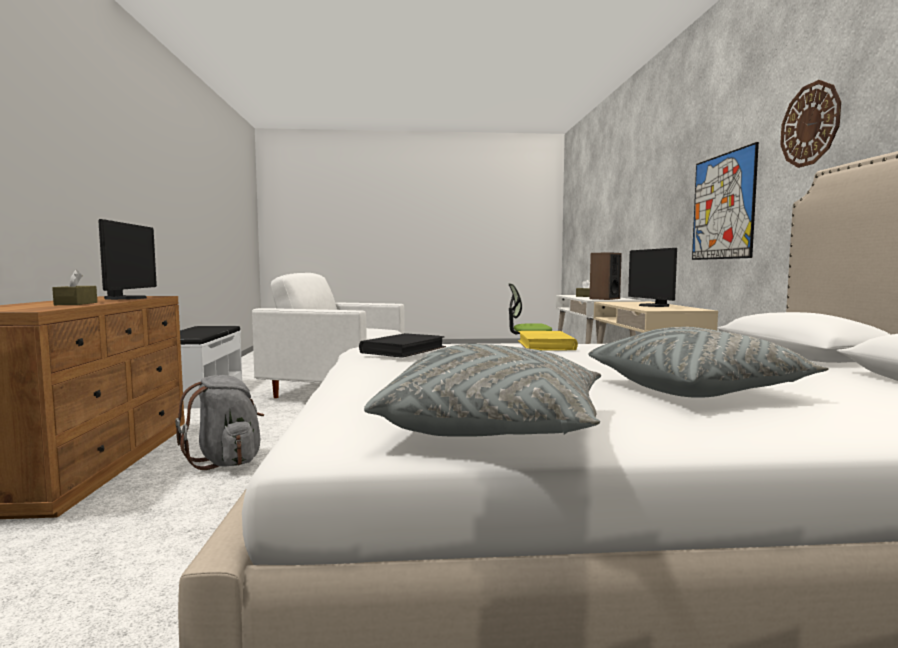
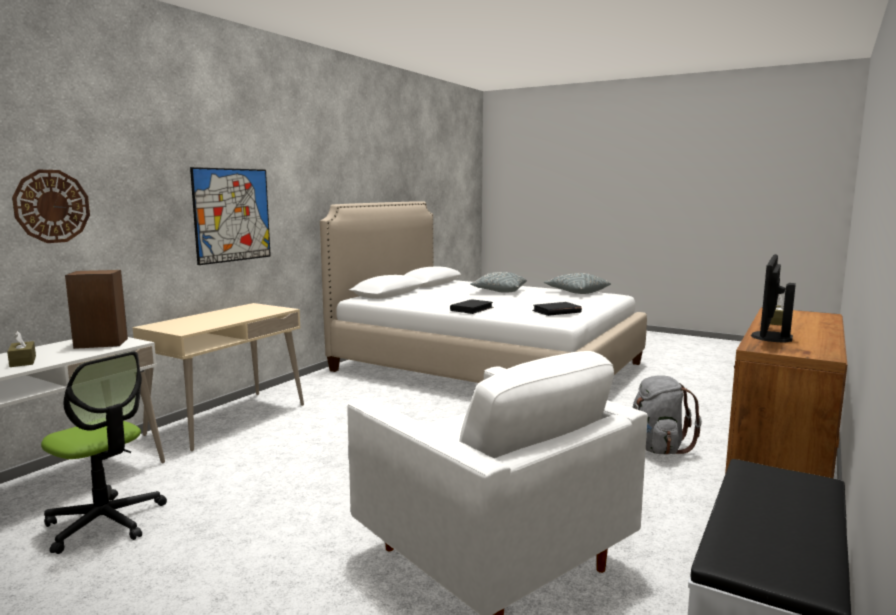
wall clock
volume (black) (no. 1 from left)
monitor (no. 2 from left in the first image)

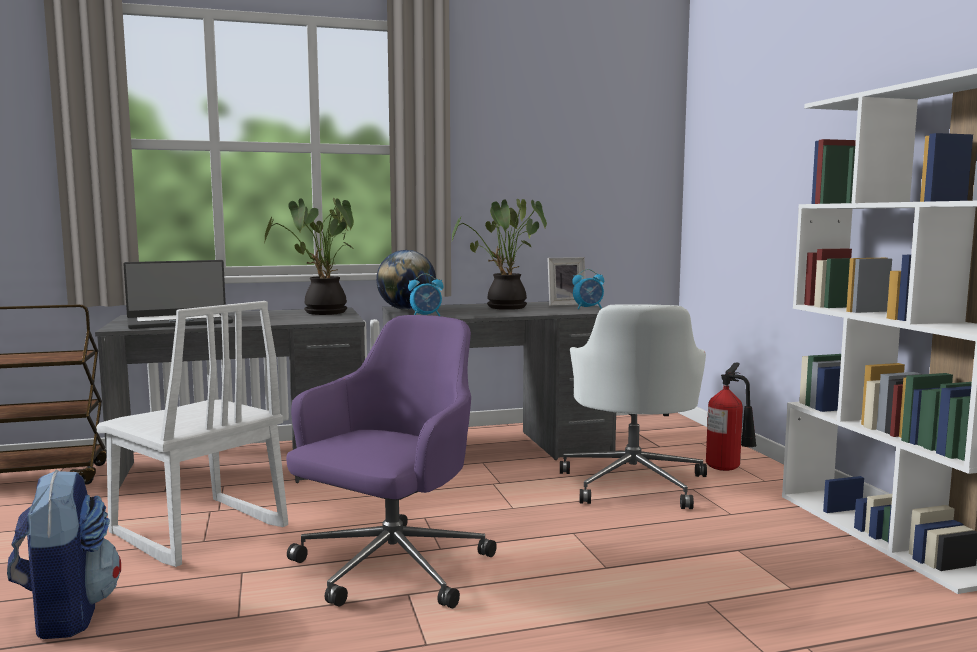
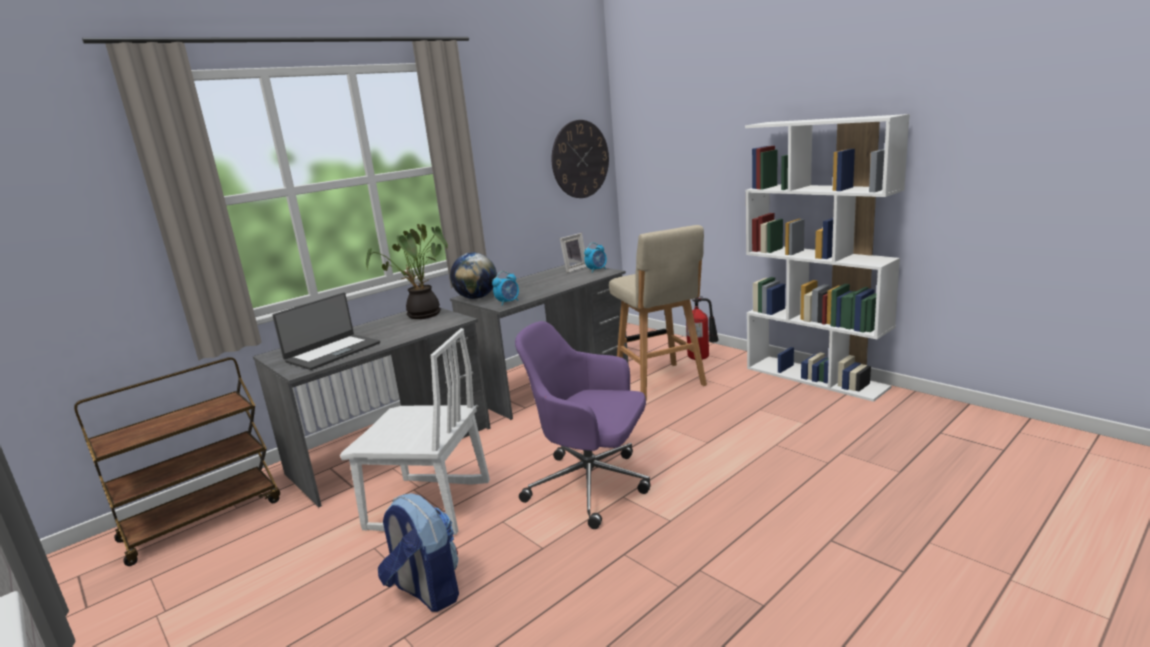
computer chair (purplish)
wall clock
stool (beige-coloured)
plant in a pot (no. 2 from left in the first image)

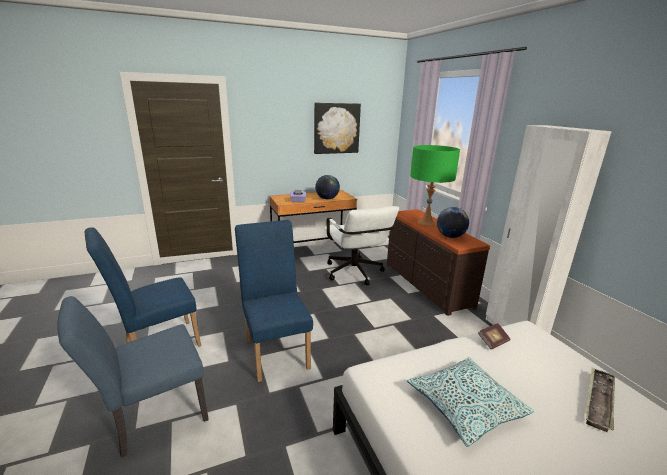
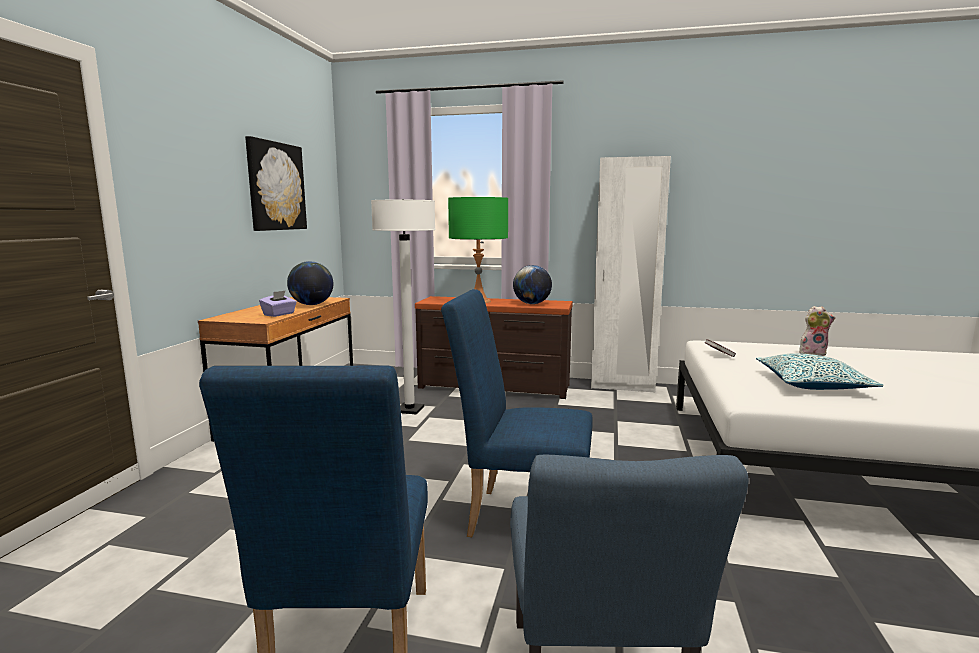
floor lamp (white)
plush toy

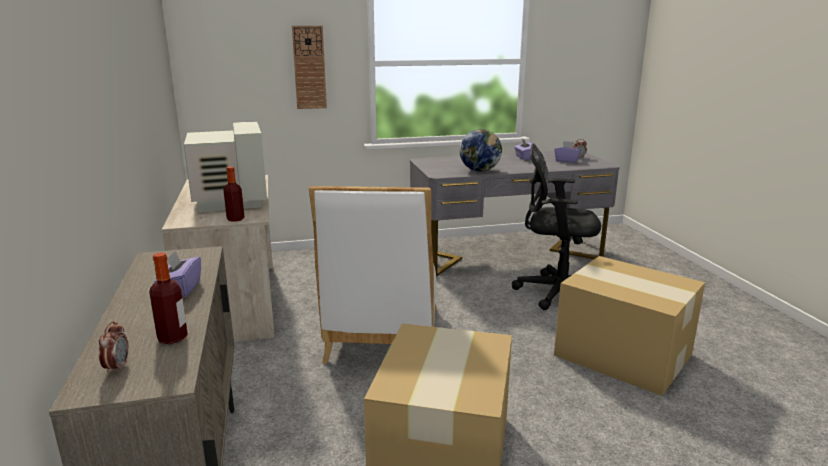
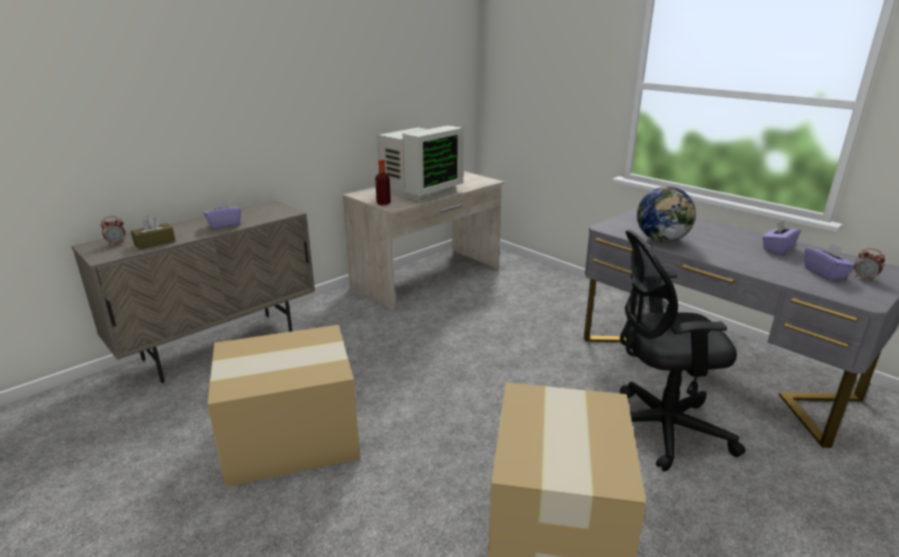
box of tissues (brown-coloured)
computer chair (black)
wall clock
plain chair (white)

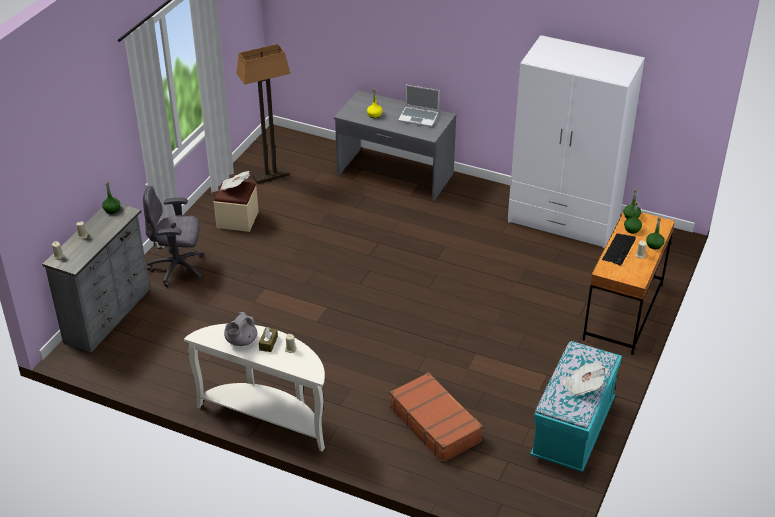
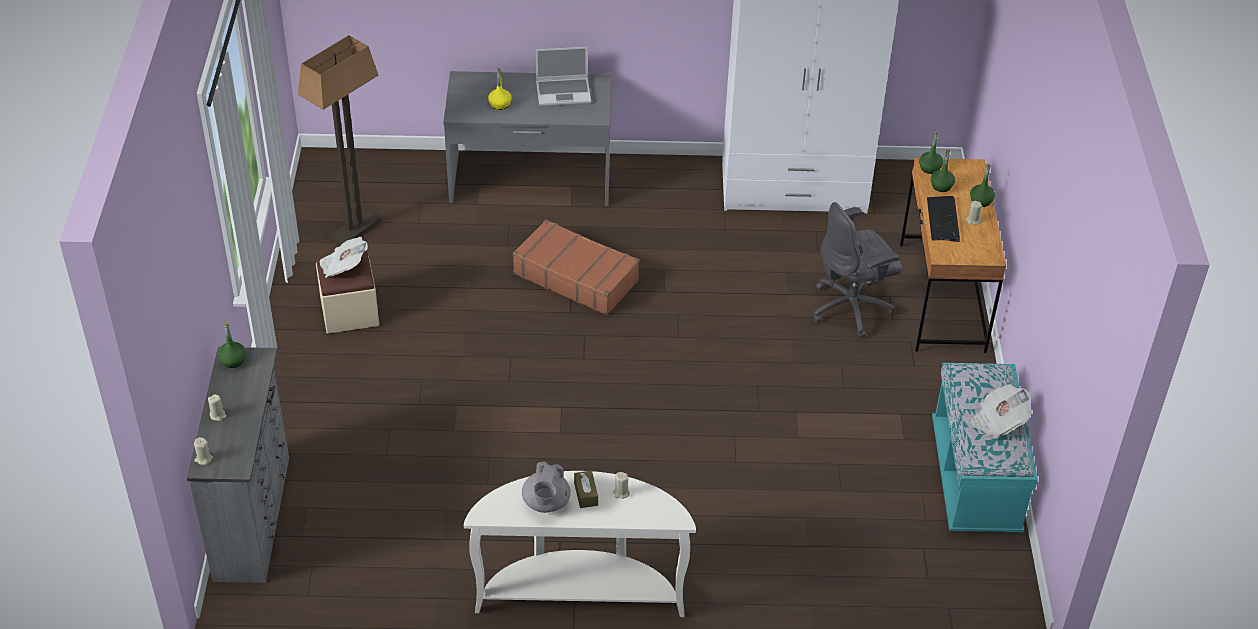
piece of luggage (brown-coloured)
computer chair (gray)

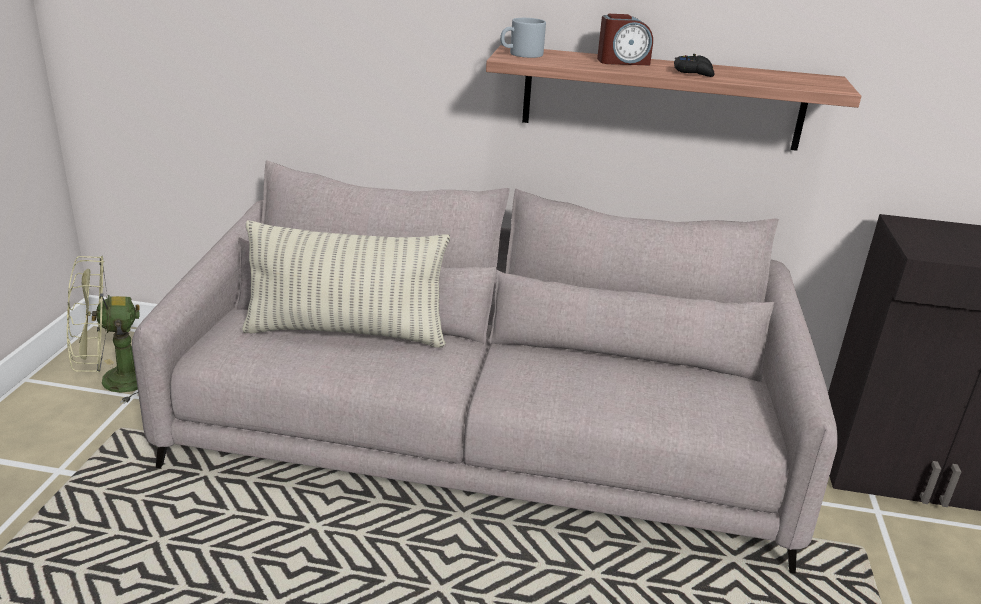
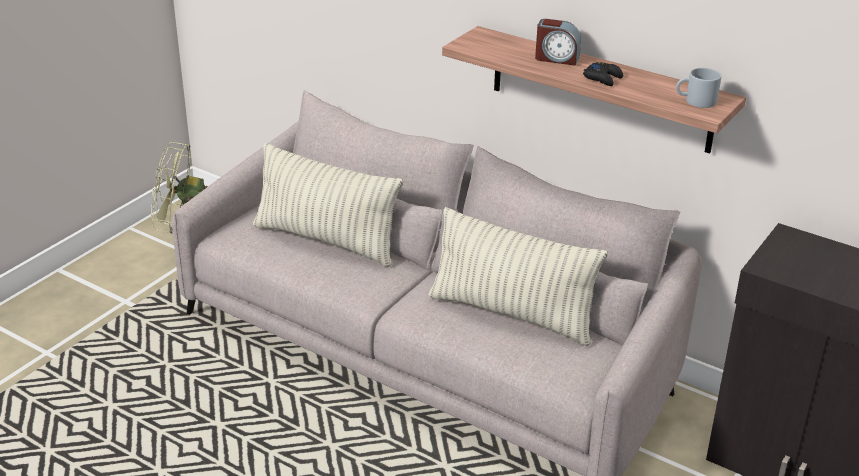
cushion (no. 2 from left)
mug (gray)

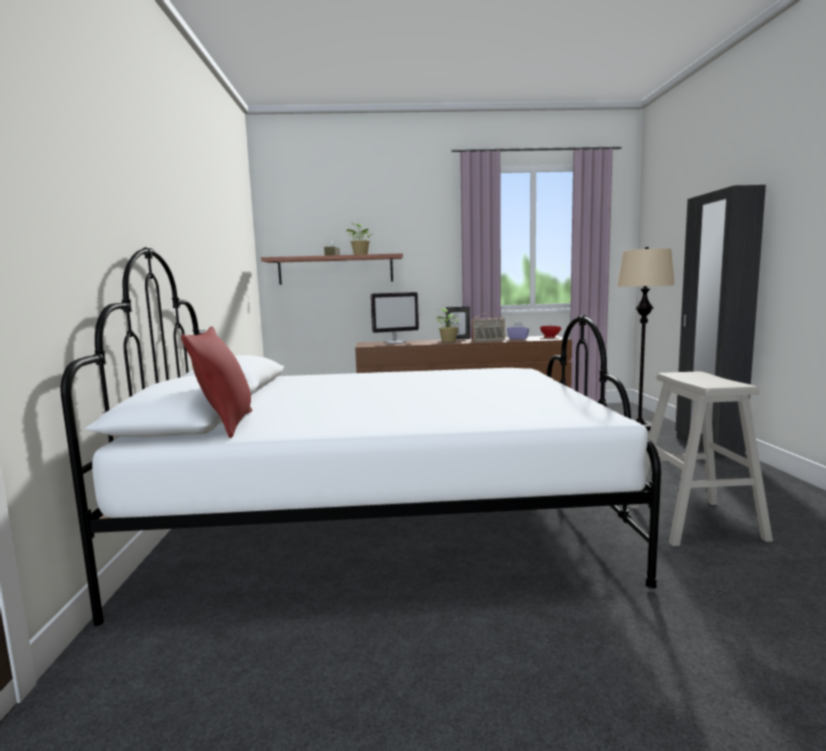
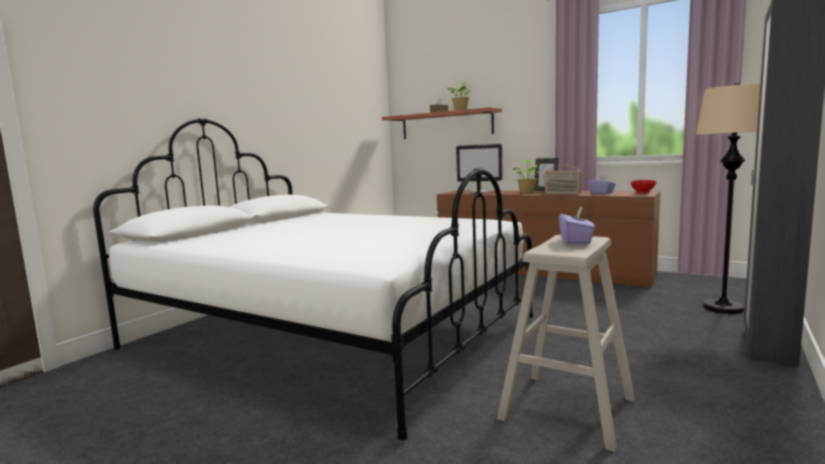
box of tissues (purplish) (no. 1 from left)
cushion (red)

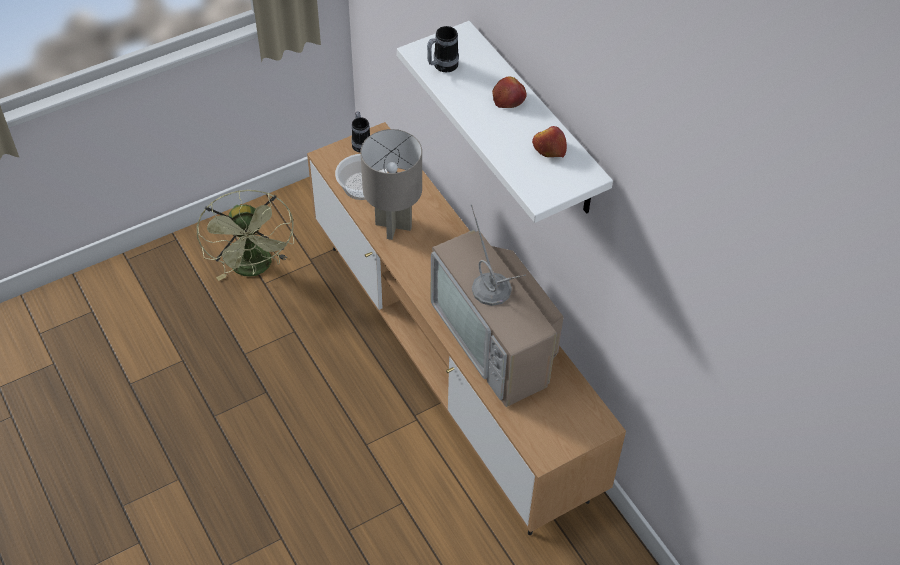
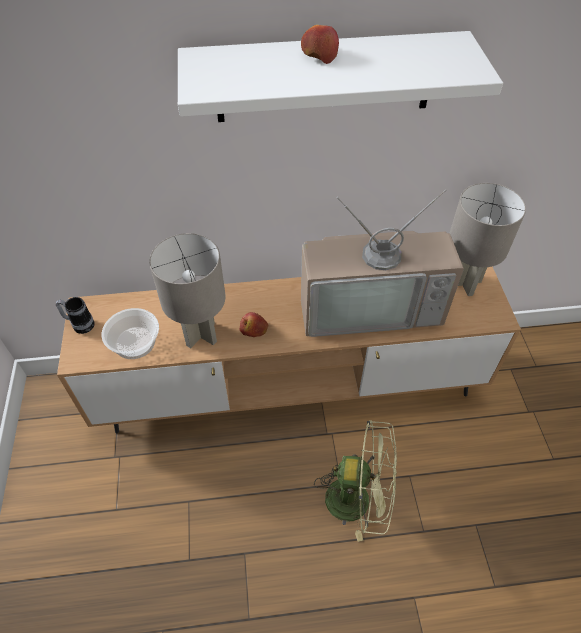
whole apple (no. 1 from left)
cooling fan (greenish)
table lamp (gray) (no. 2 from left)
mug (no. 2 from left in the first image)

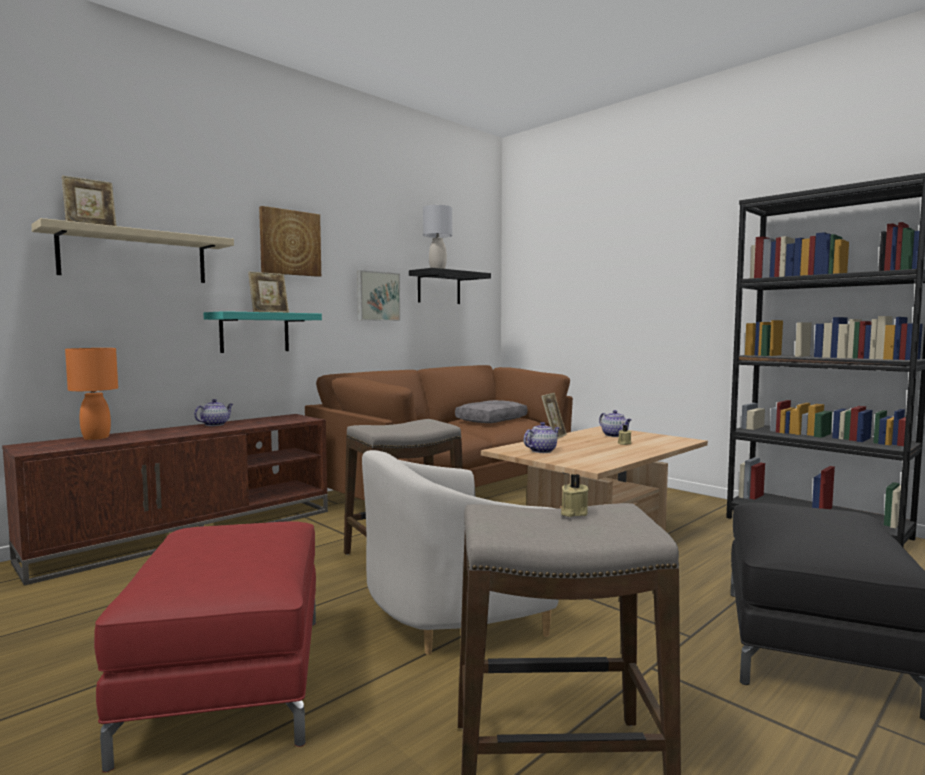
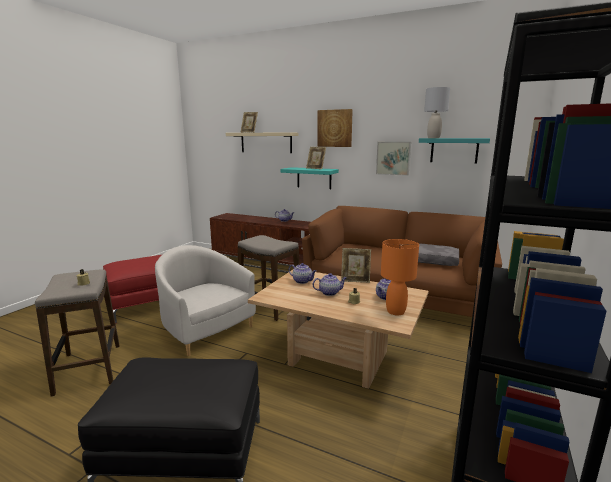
pot for tea (no. 3 from left)
table lamp (orangey)
bracket shelf (turquoise) (no. 2 from left)

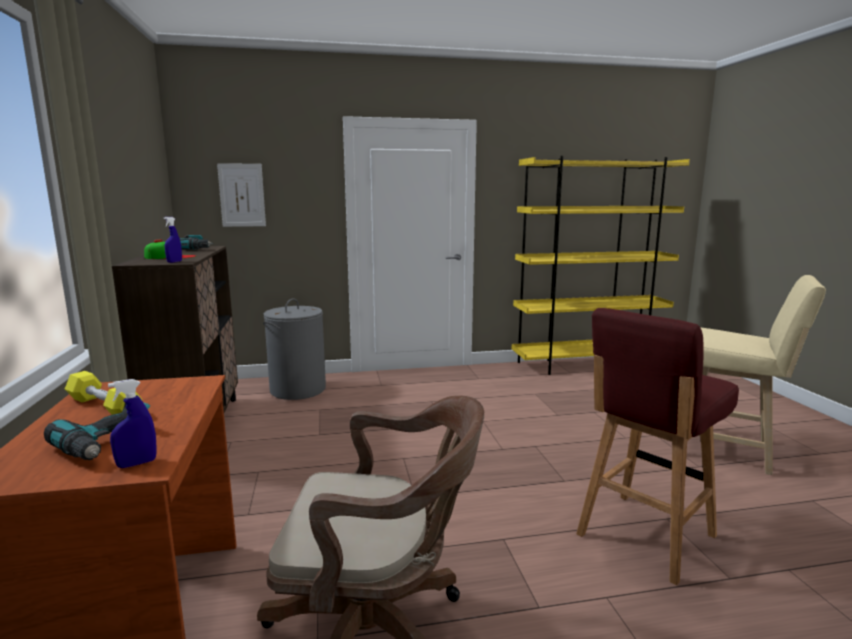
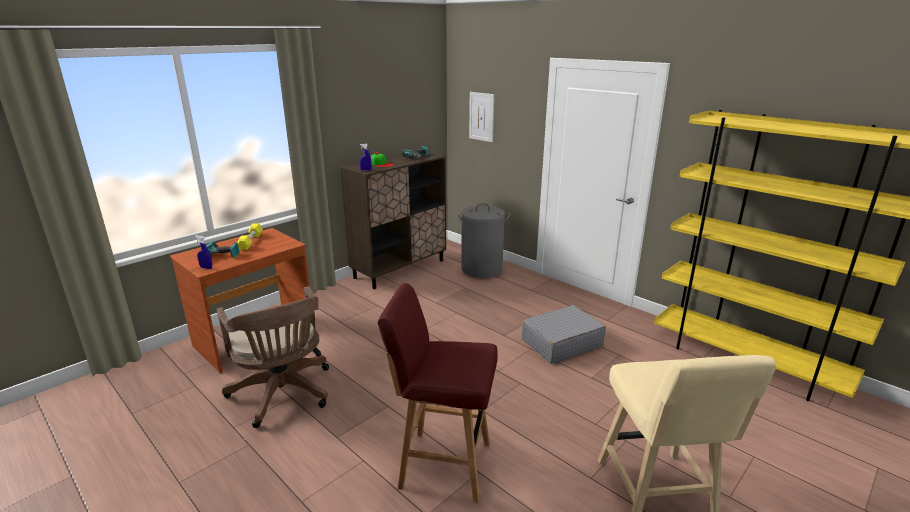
piece of luggage (gray)

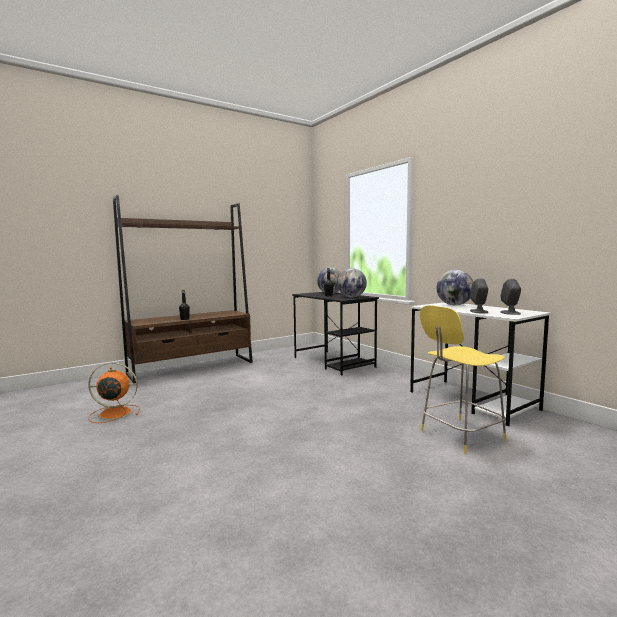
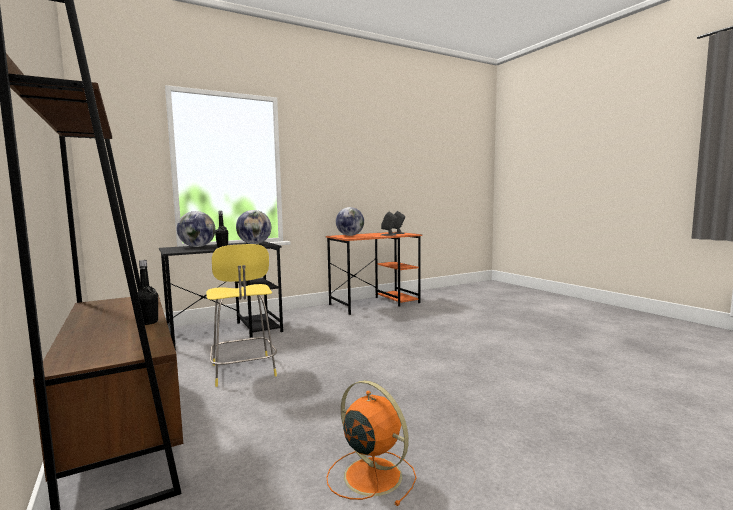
stool (yellow)
desk (orangey)
cooling fan (orangey)

